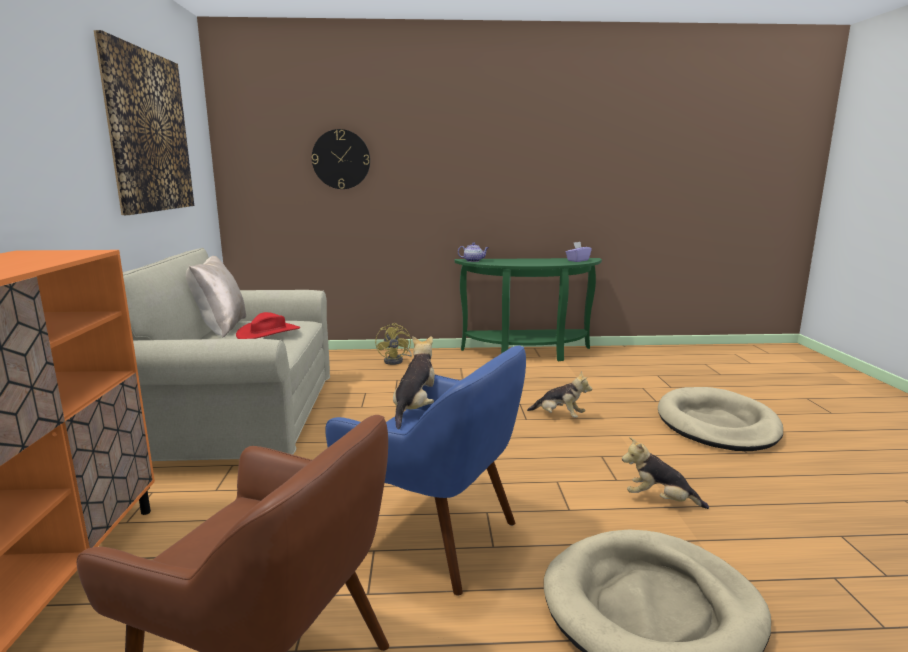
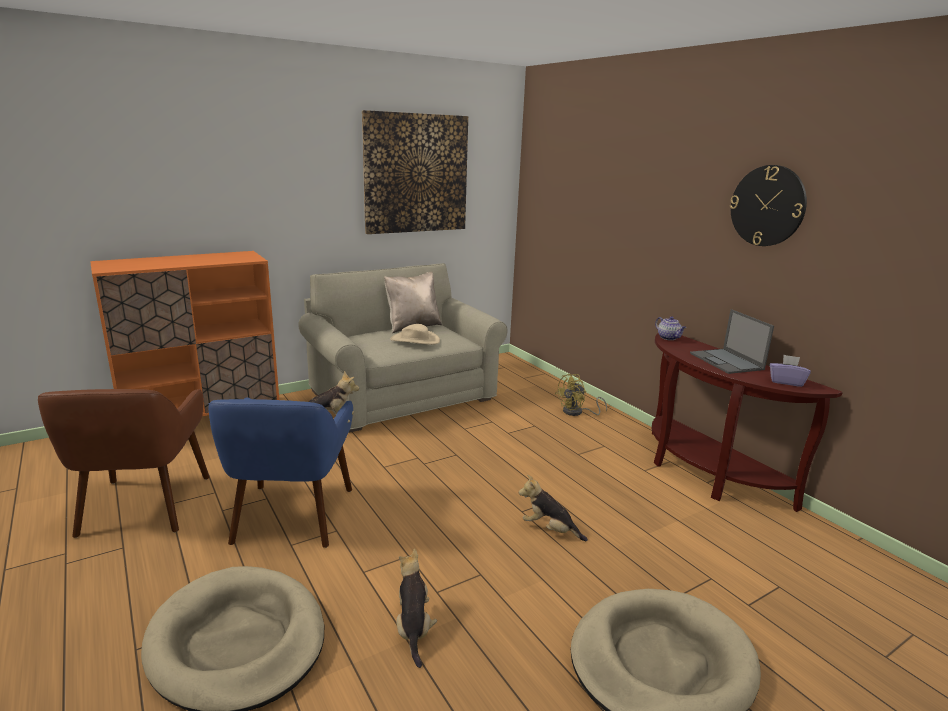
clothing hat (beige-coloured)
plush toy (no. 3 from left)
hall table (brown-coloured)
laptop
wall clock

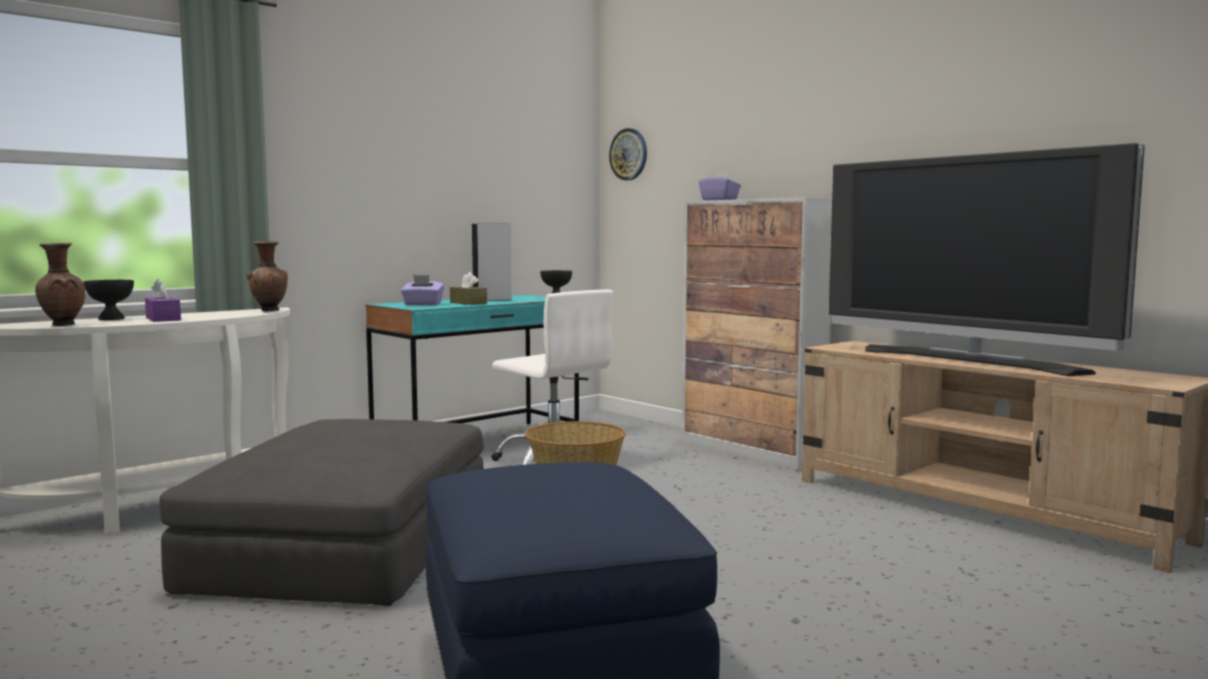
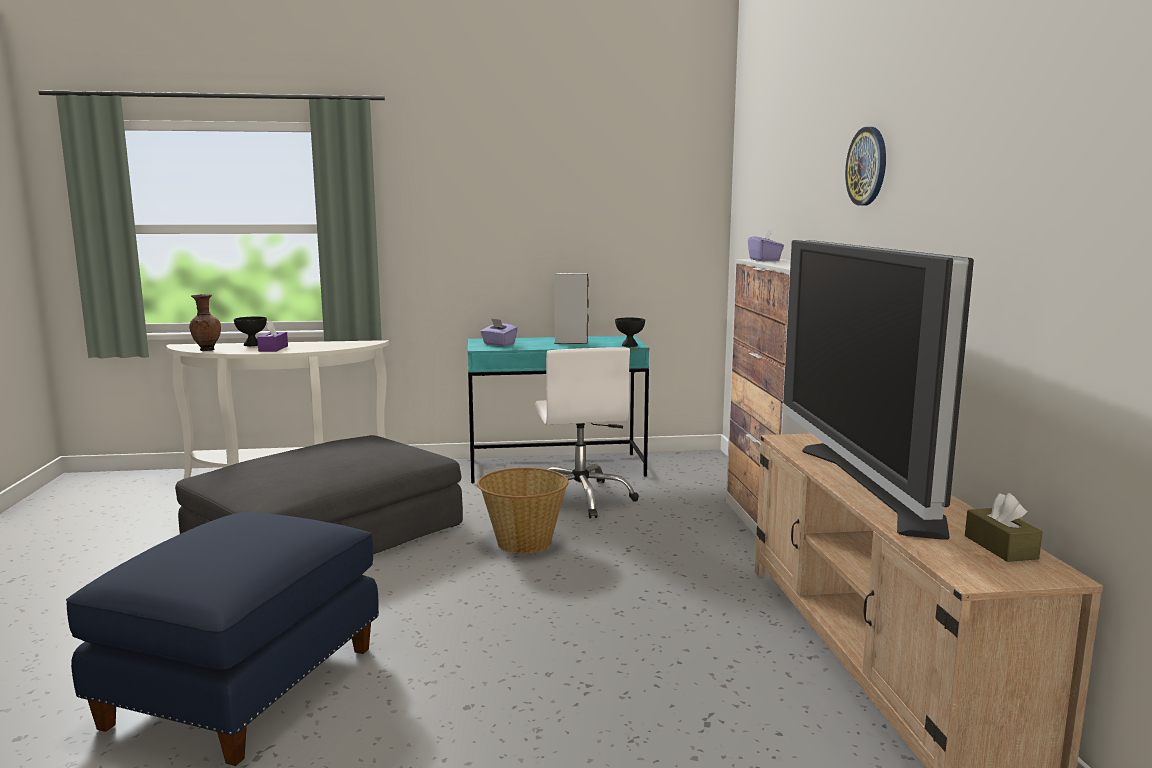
wall clock
box of tissues (brown-coloured)
vase (brown-coloured) (no. 2 from left in the first image)

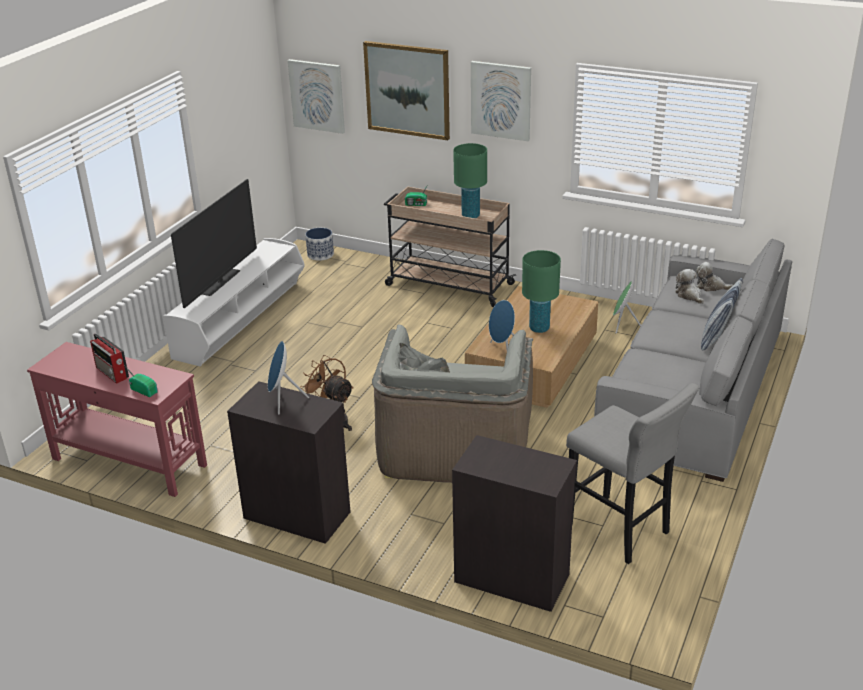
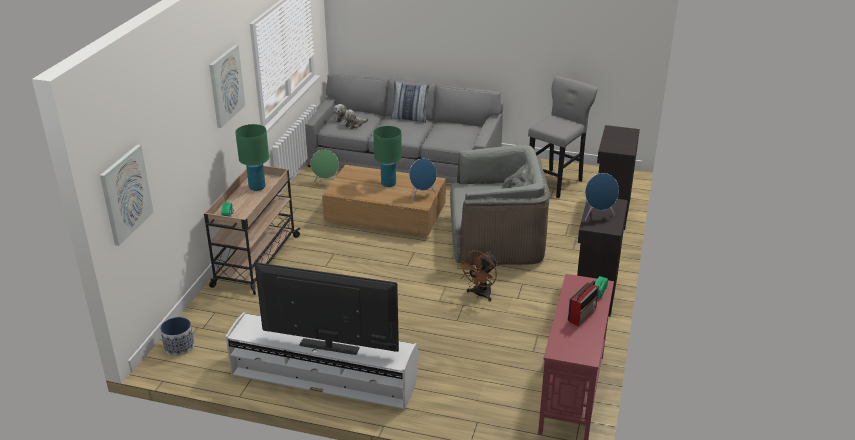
picture (no. 2 from left in the first image)

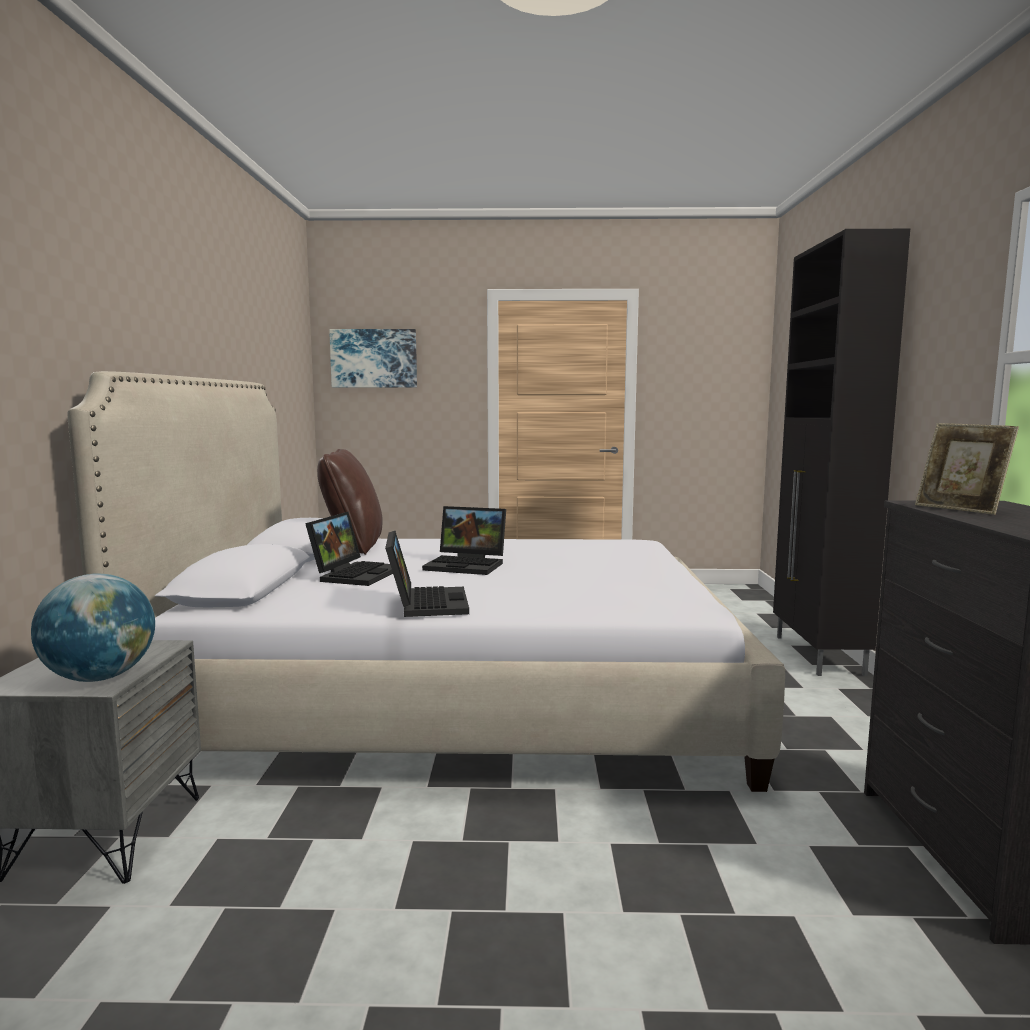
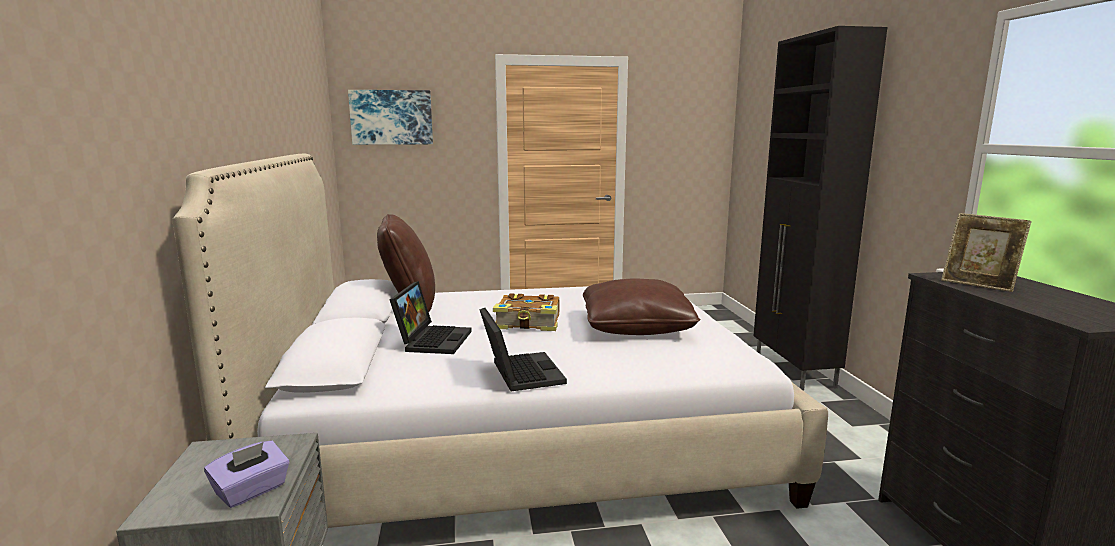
box of tissues (purplish)
volume
cushion (brown-coloured) (no. 2 from left)

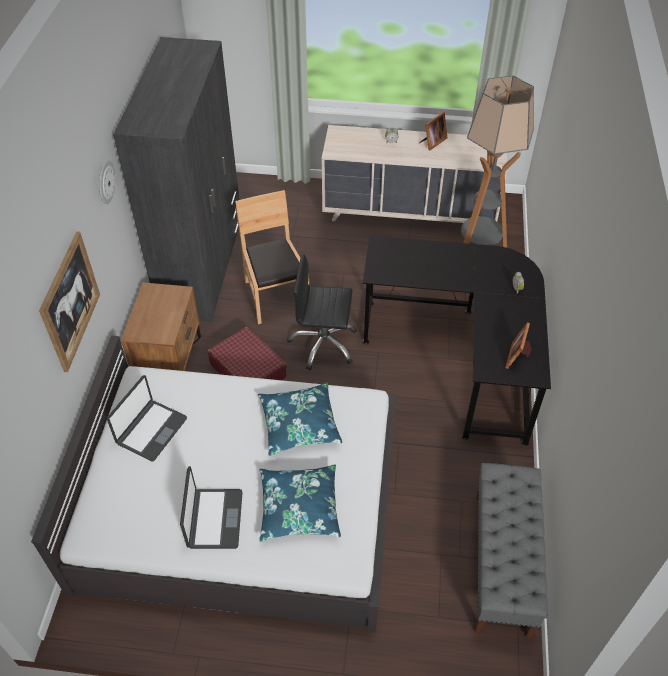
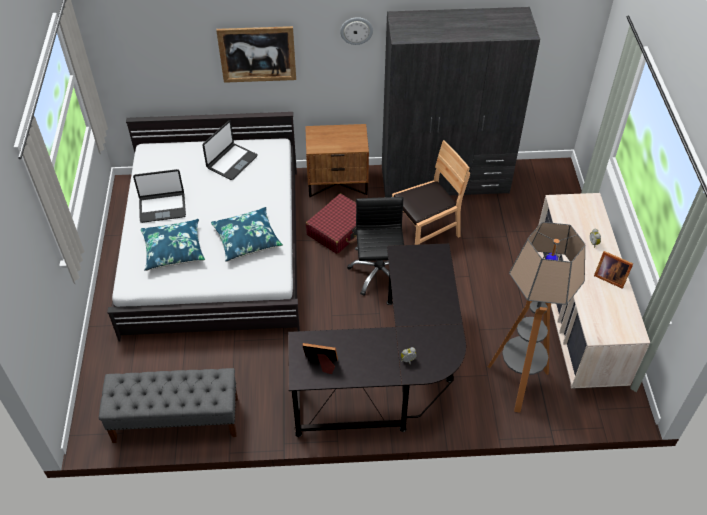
laptop (no. 2 from left)

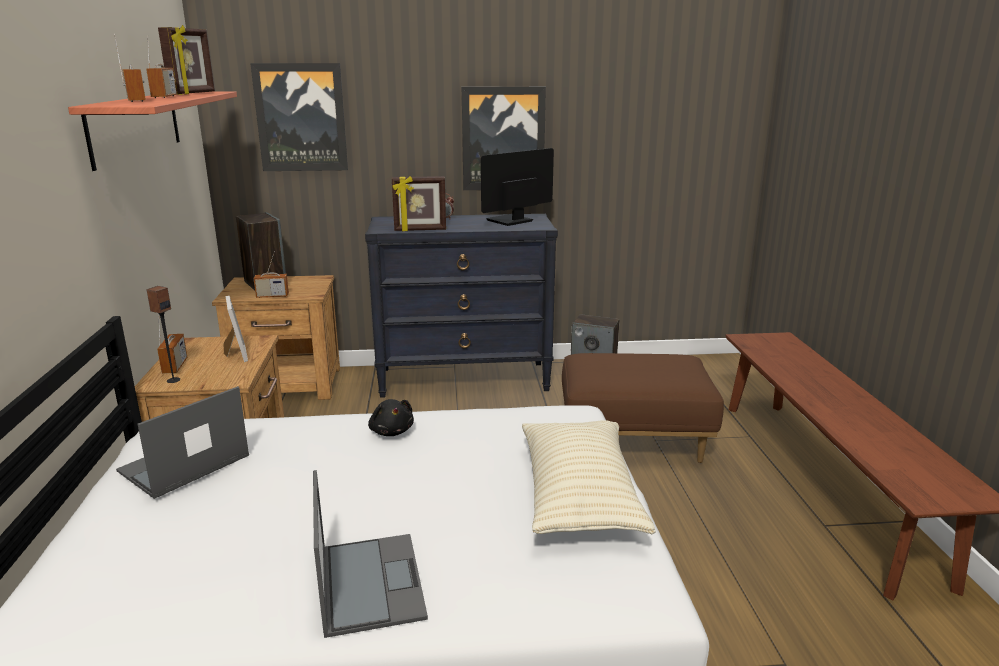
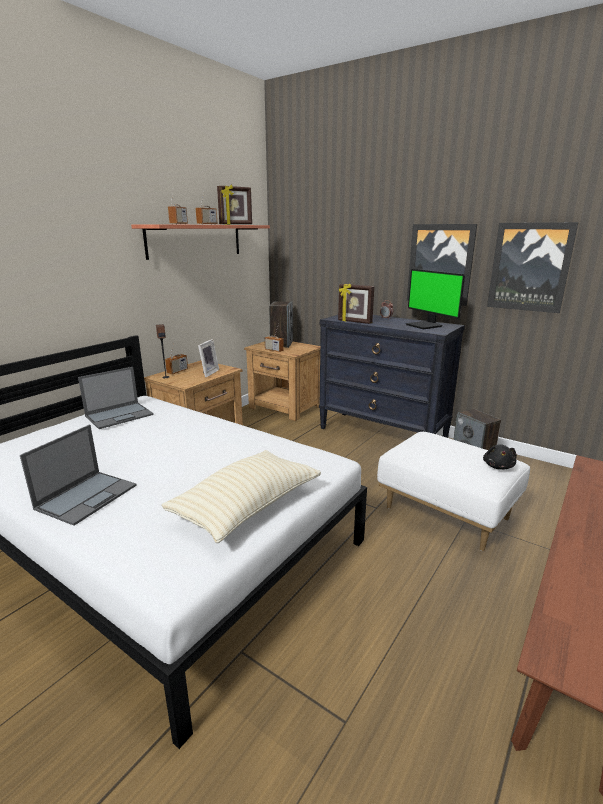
laptop (no. 2 from left)
ottoman (white)
monitor
plush toy (black)
picture (no. 2 from left)

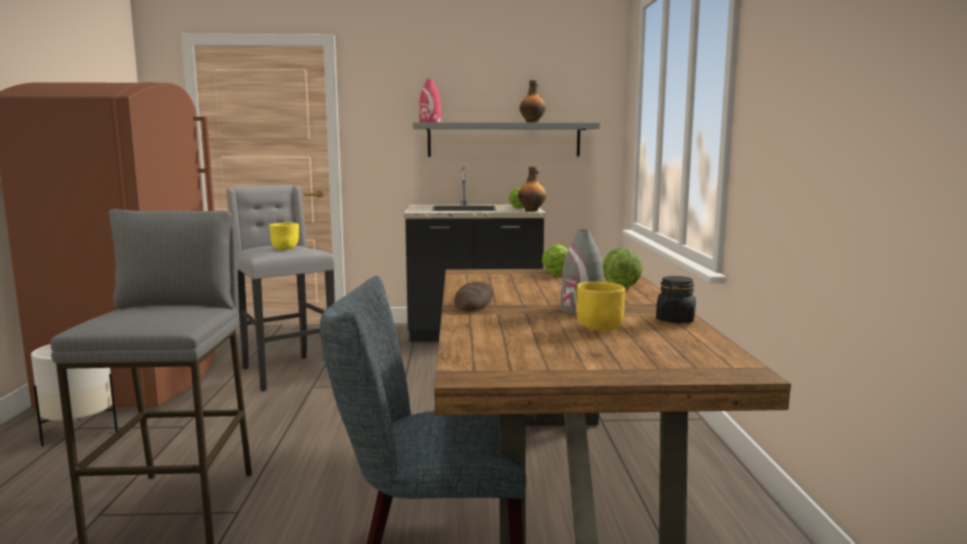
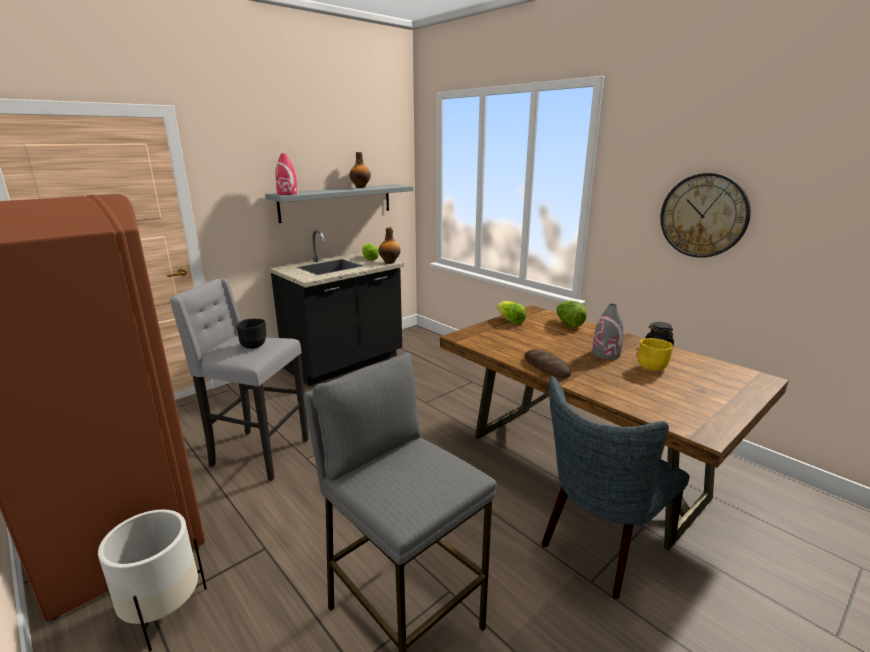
bowl (black)
wall clock

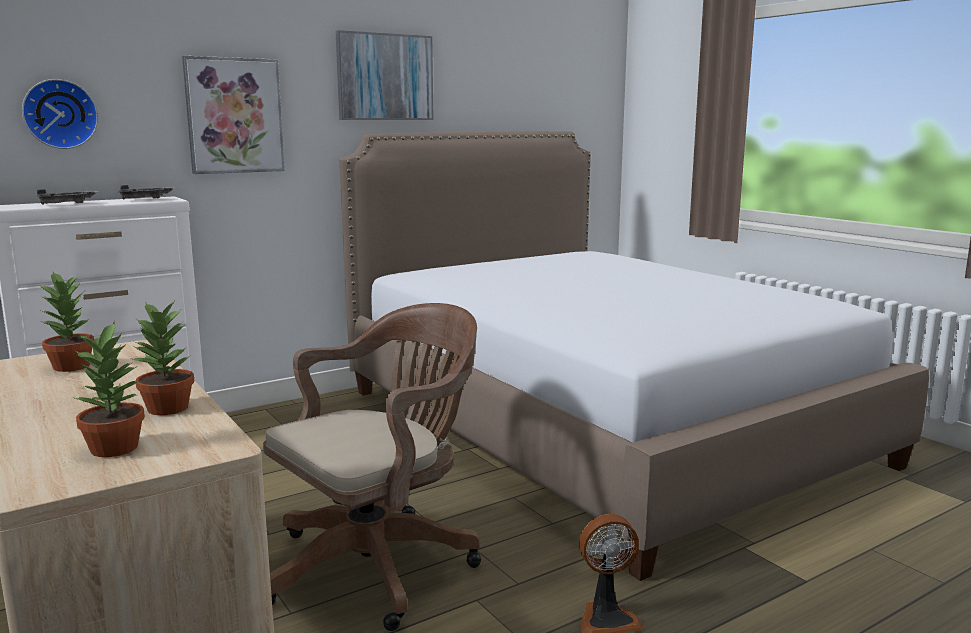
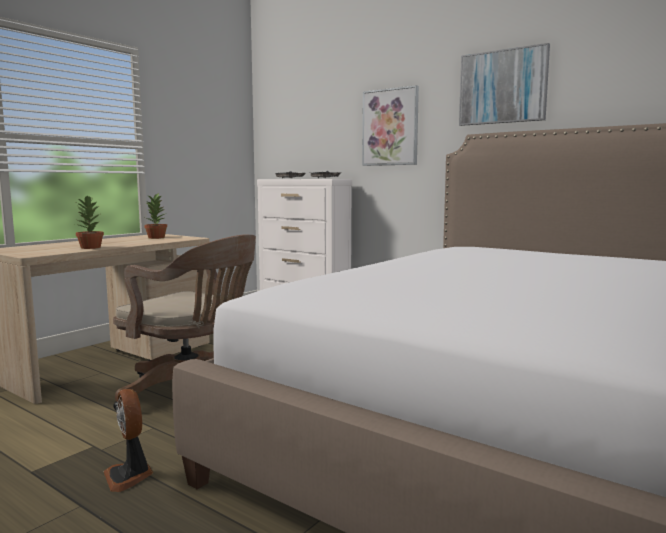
wall clock
plant in a pot (no. 2 from left in the first image)

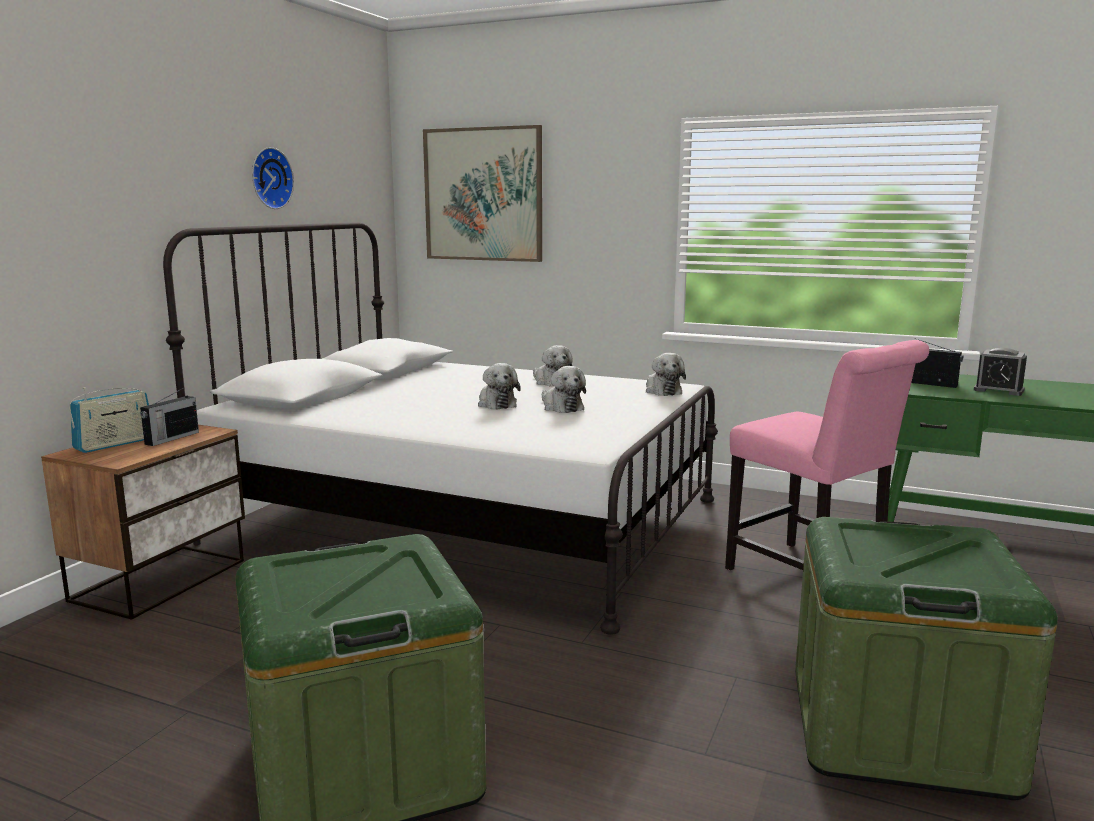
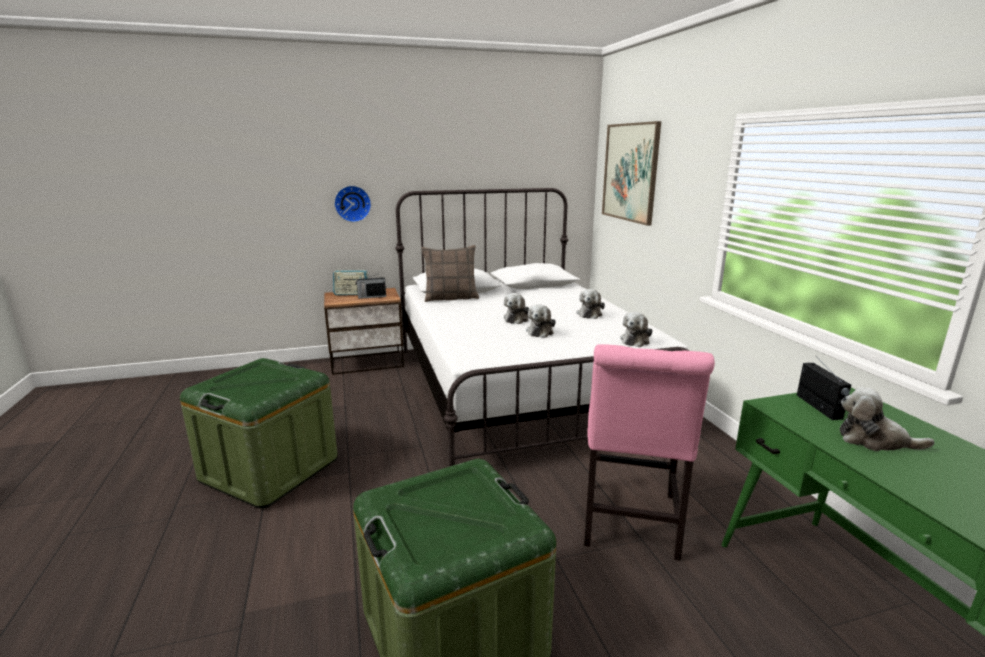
wall clock
cushion
plush toy (no. 5 from left)

